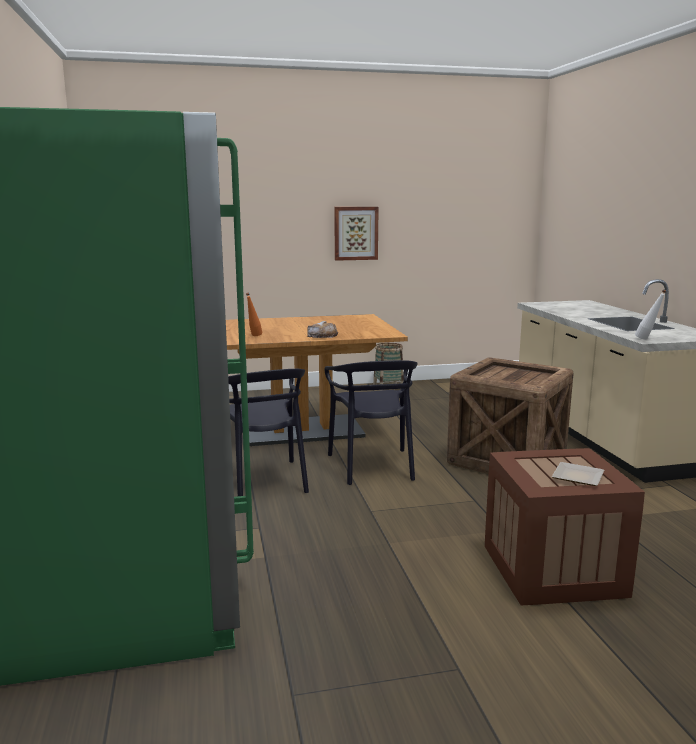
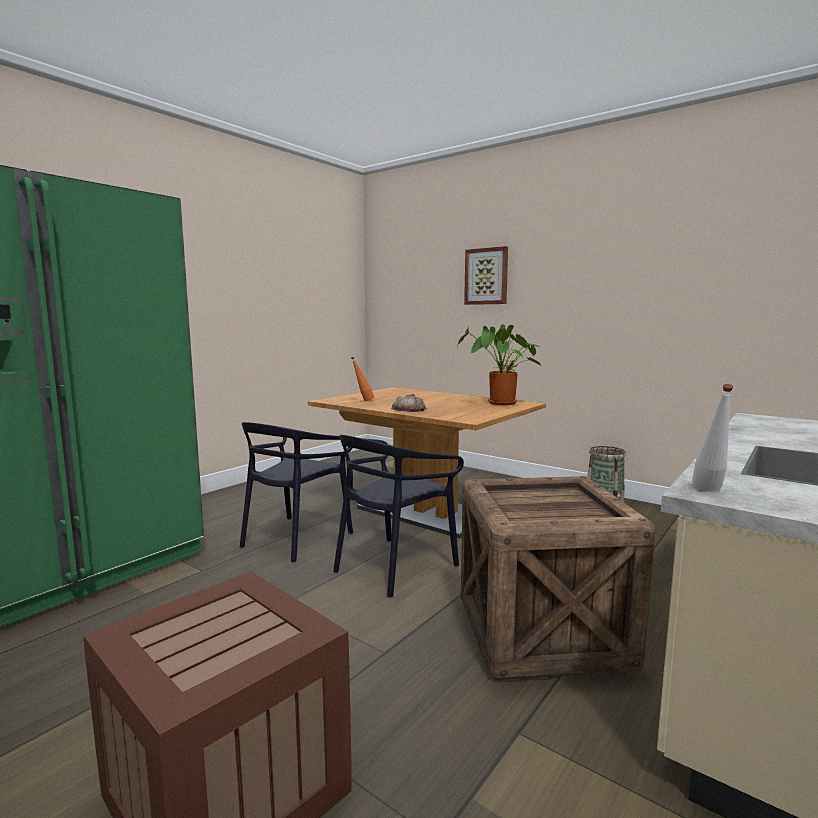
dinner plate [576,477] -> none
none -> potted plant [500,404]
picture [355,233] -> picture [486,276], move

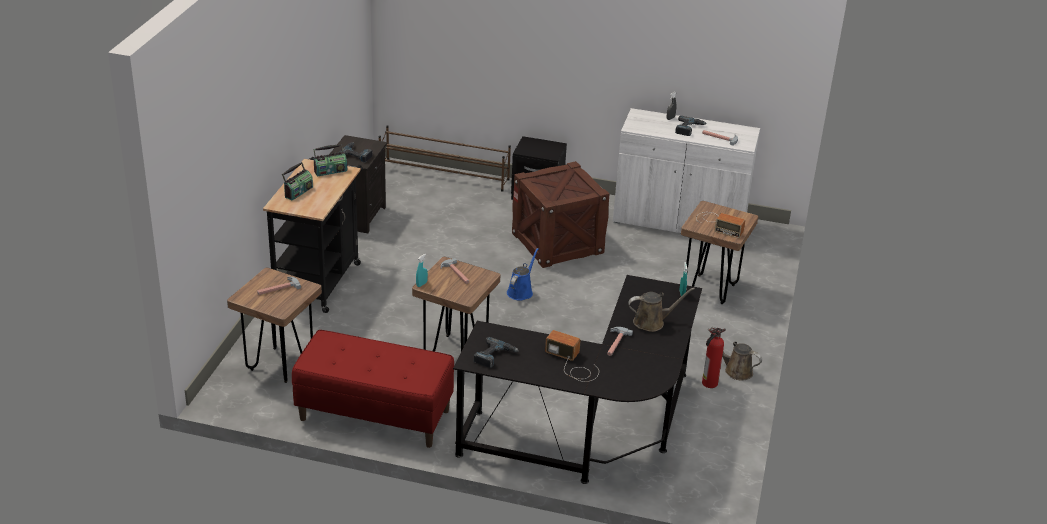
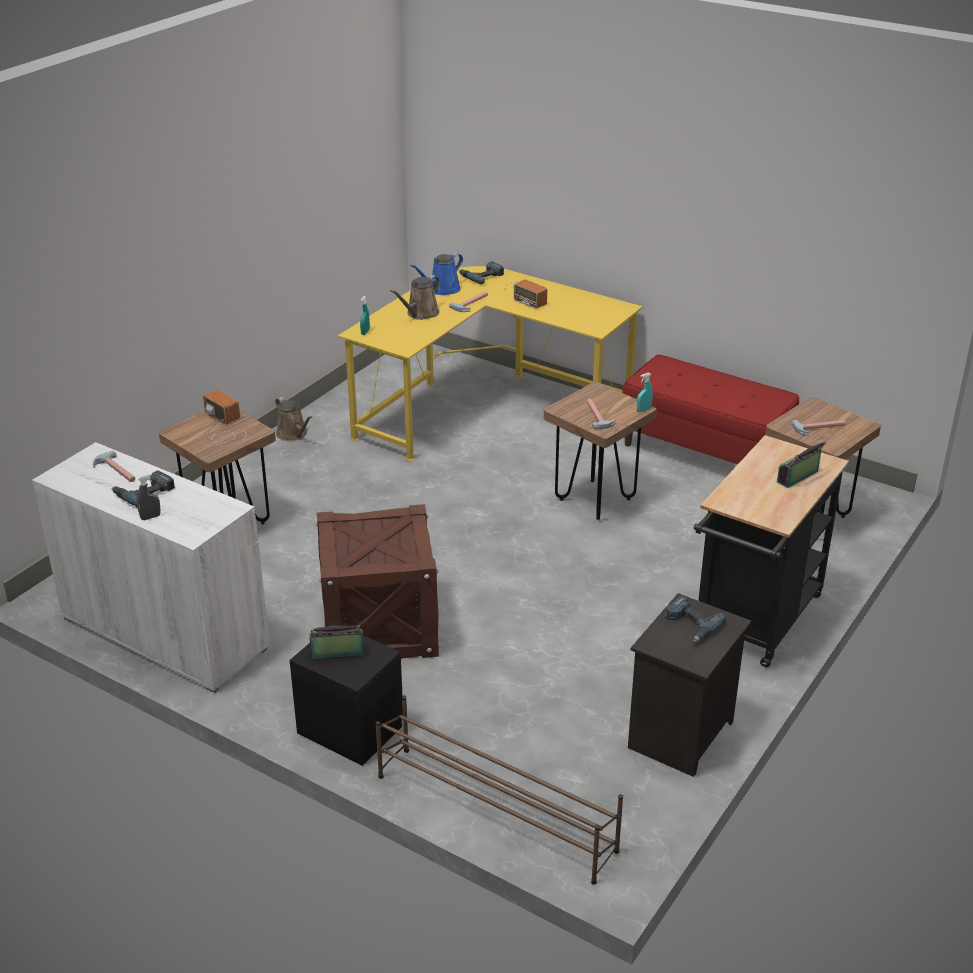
extinguisher [709,383] -> none
radio set [330,171] -> radio set [337,653], move
drill [494,356] -> drill [481,276], move
watering can (bluish) [521,291] -> watering can (bluish) [442,290], move
desk (black) [592,431] -> desk (yellow) [486,408]
watering can (brownish) [652,322] -> watering can (brownish) [420,314], 60 degrees counterclockwise

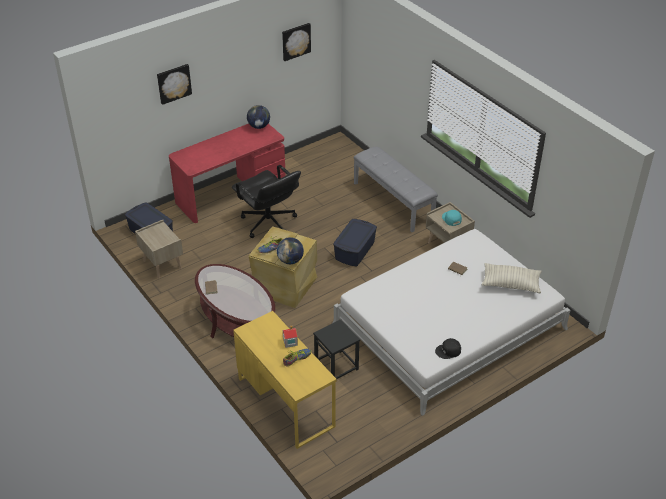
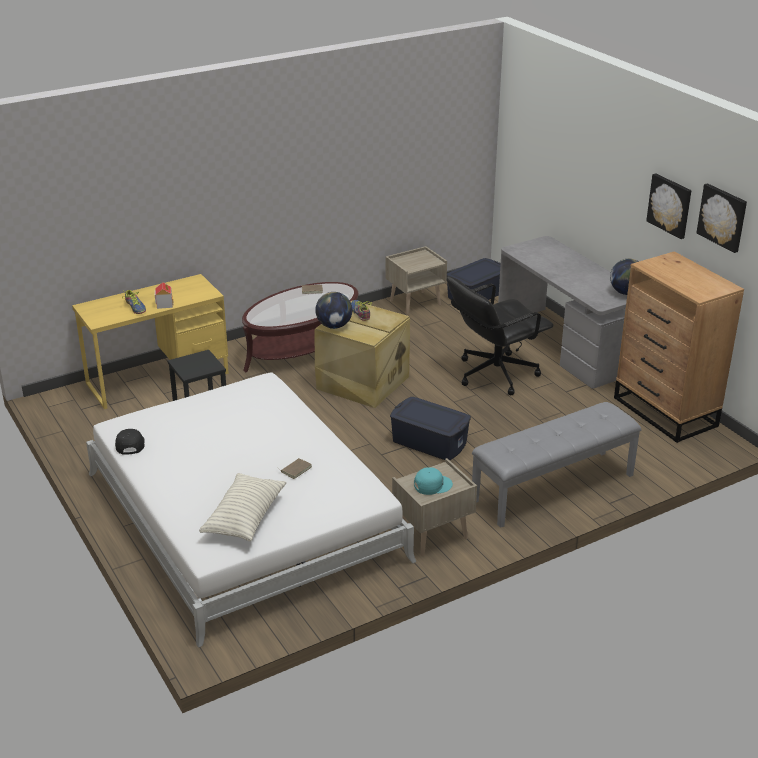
none -> dresser (brownish) [665,412]
picture [173,83] -> picture [670,205], move
desk (reddish) [231,193] -> desk (grey) [565,346]

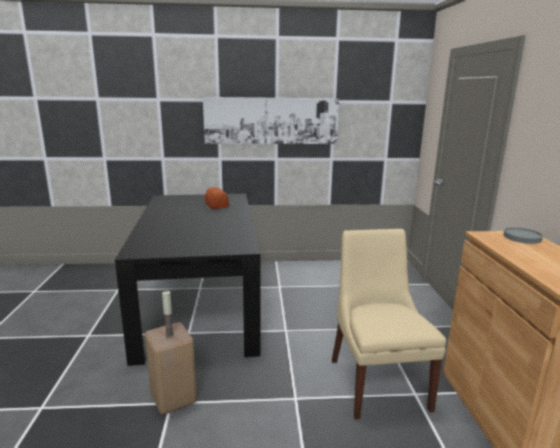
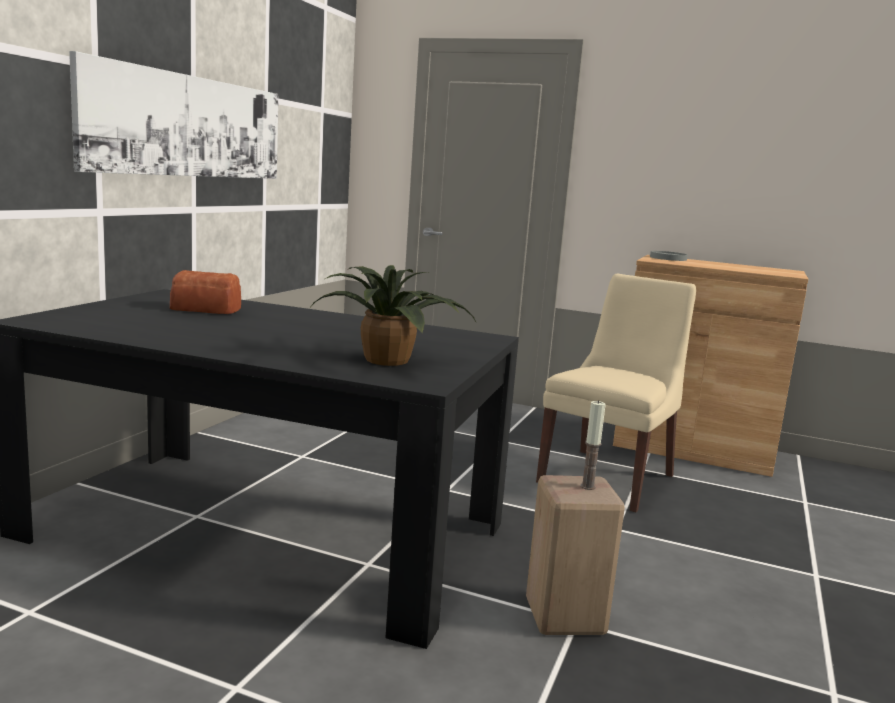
none -> potted plant [390,360]
upright chair (beige-coloured) [377,381] -> upright chair (beige-coloured) [609,477], 105 degrees clockwise

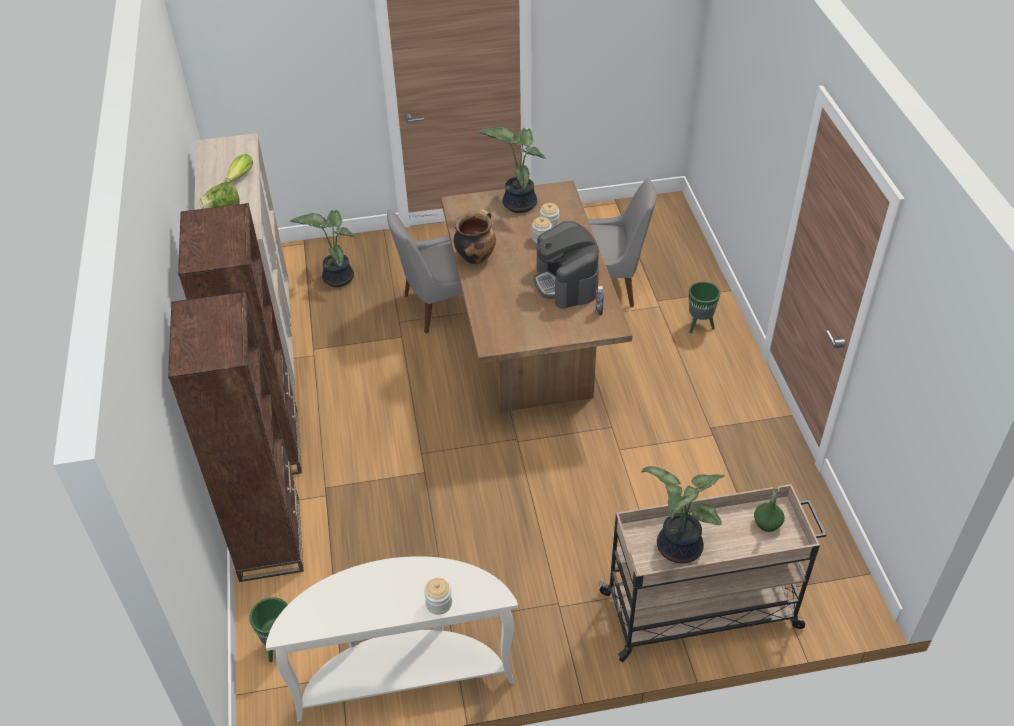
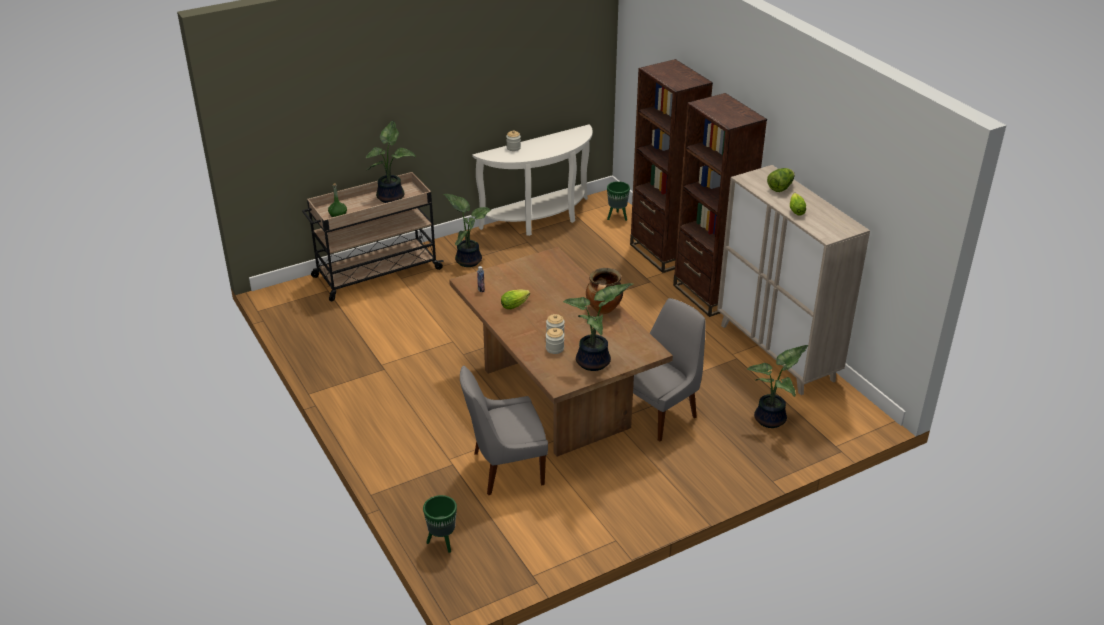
none -> potted plant [468,260]
plant pot (green-coloured) [699,326] -> plant pot (green-coloured) [442,542], move
coffee brewer [566,283] -> lettuce head [516,304]

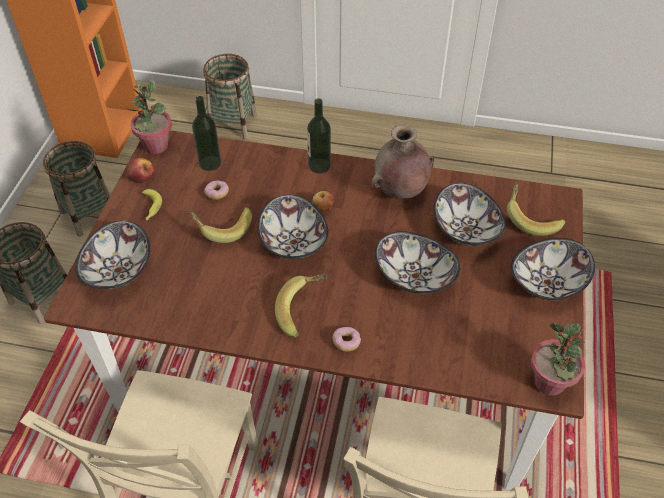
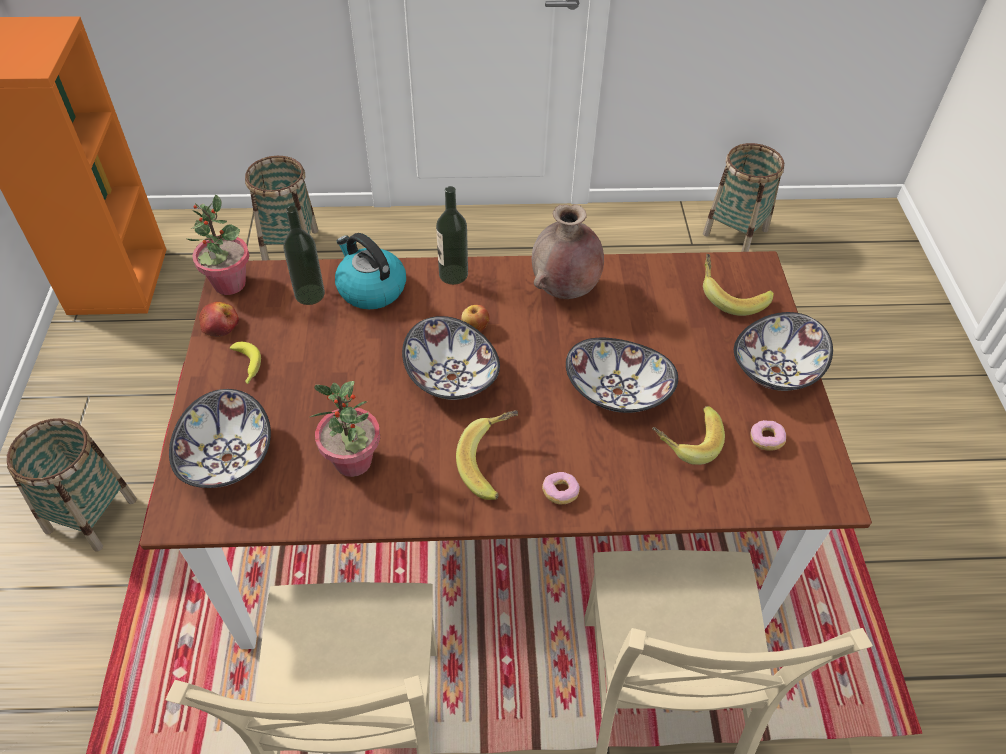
bowl [467,230] -> none
none -> kettle [370,289]
basket [89,214] -> basket [735,232], move
banana fruit [222,228] -> banana fruit [684,442], move
ring doughnut [217,193] -> ring doughnut [766,440], move
potted plant [549,382] -> potted plant [353,461], move

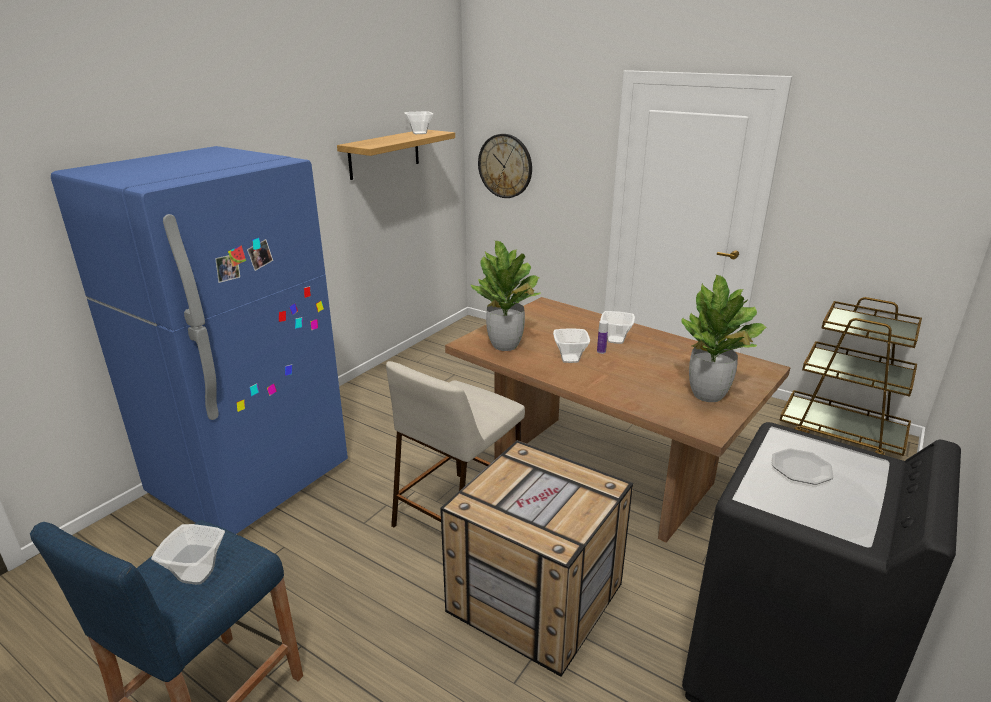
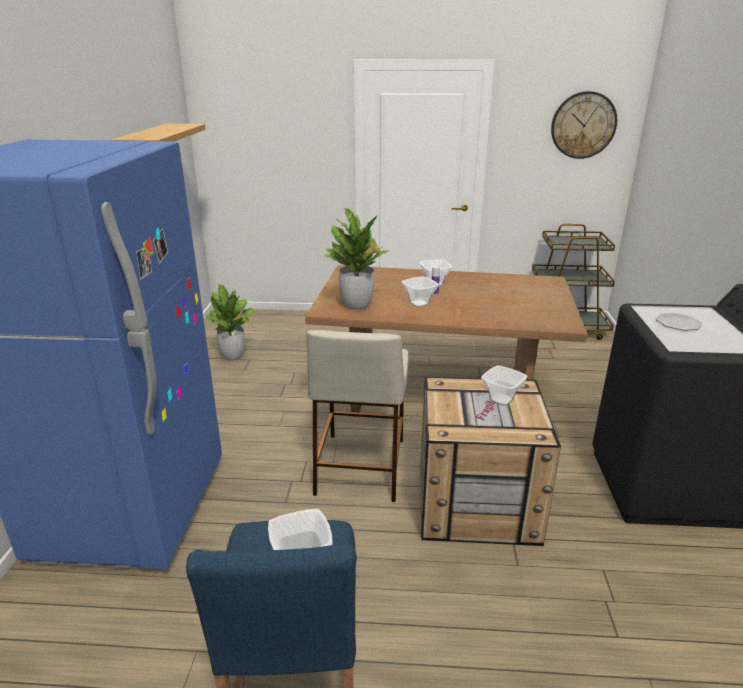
bowl [420,133] -> bowl [502,400], move
clock on the wall [505,166] -> clock on the wall [583,125], move
potted plant [708,395] -> potted plant [233,356], move

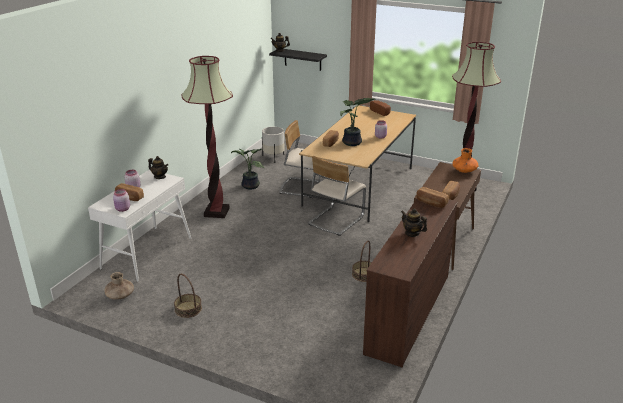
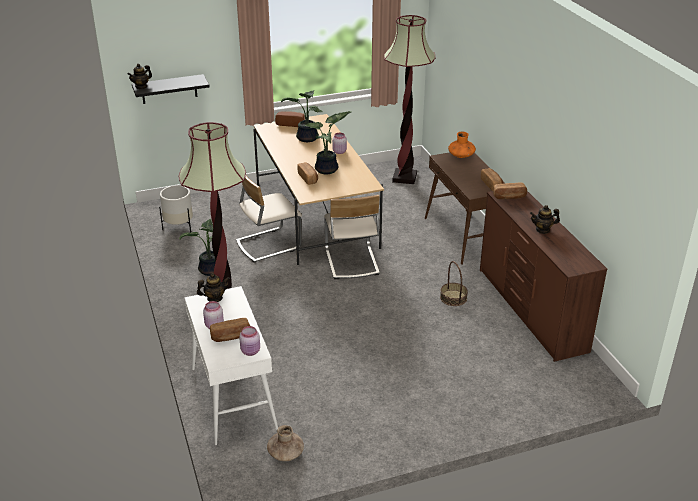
basket [188,309] -> none
none -> potted plant [306,139]

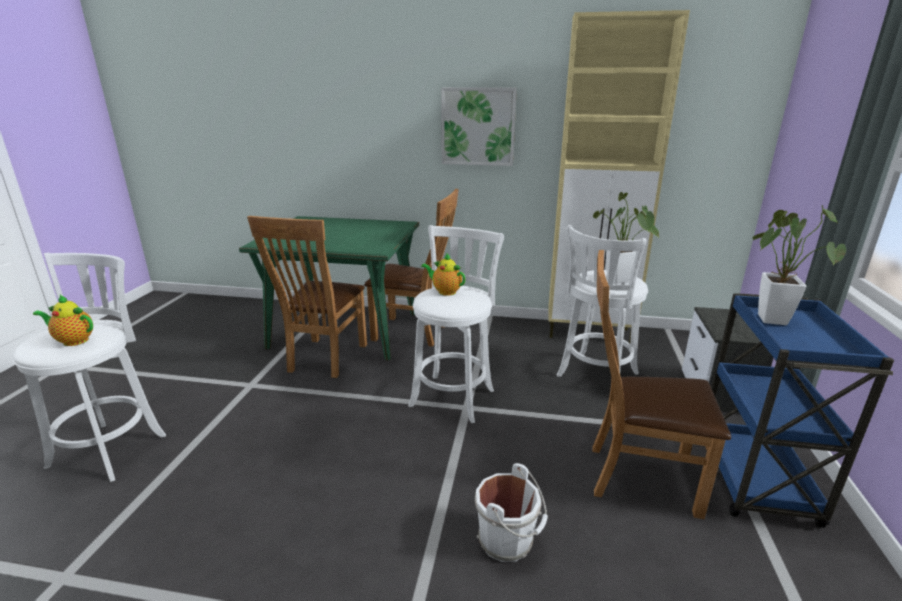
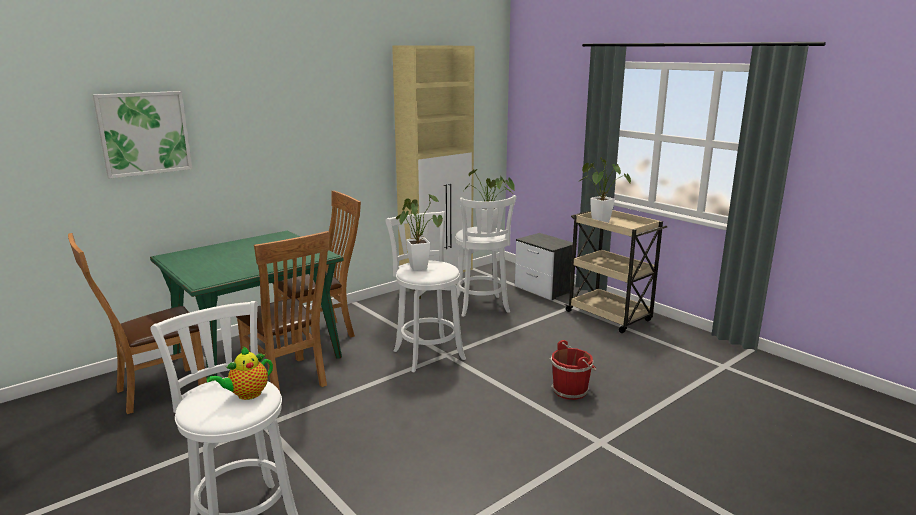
picture [478,126] -> picture [144,133], move
upright chair (brownish) [635,476] -> upright chair (brownish) [155,391], move
teapot [445,291] -> potted plant [417,266]
water bucket (white) [508,541] -> water bucket (reddish) [571,390]
trolley (bluish) [755,480] -> trolley (beige-coloured) [609,317]

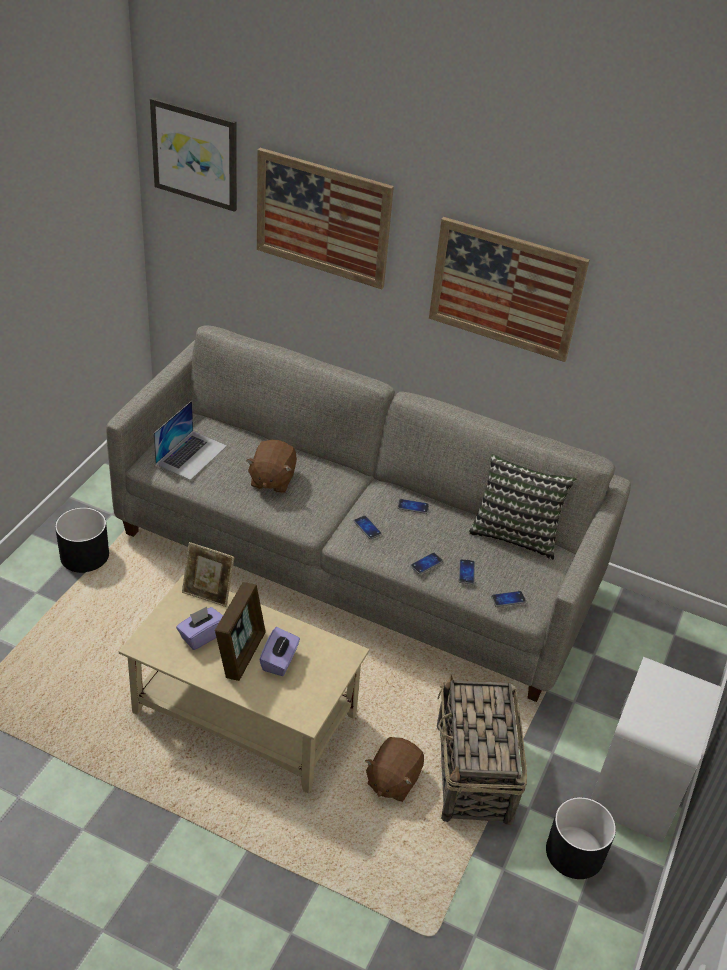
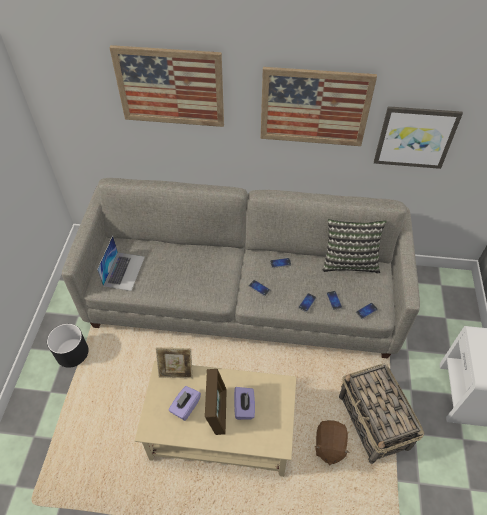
cuddly toy (brownish) [272,480] -> none
plant pot (black) [574,852] -> none
picture [195,154] -> picture [415,137], move

